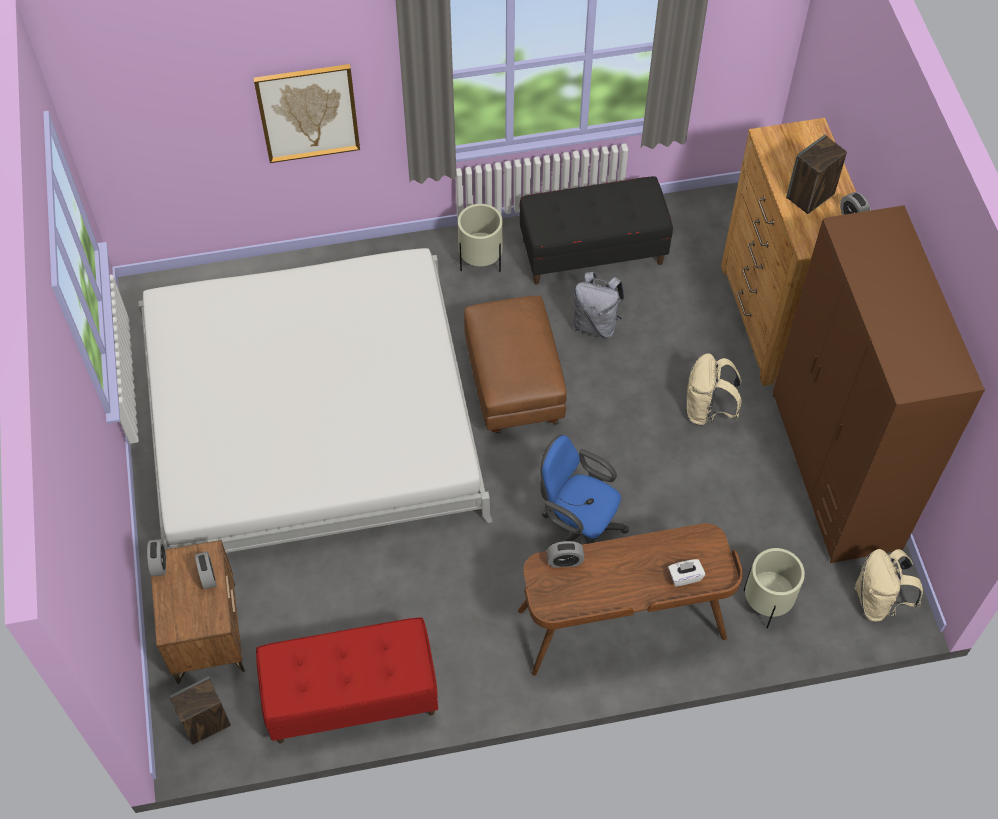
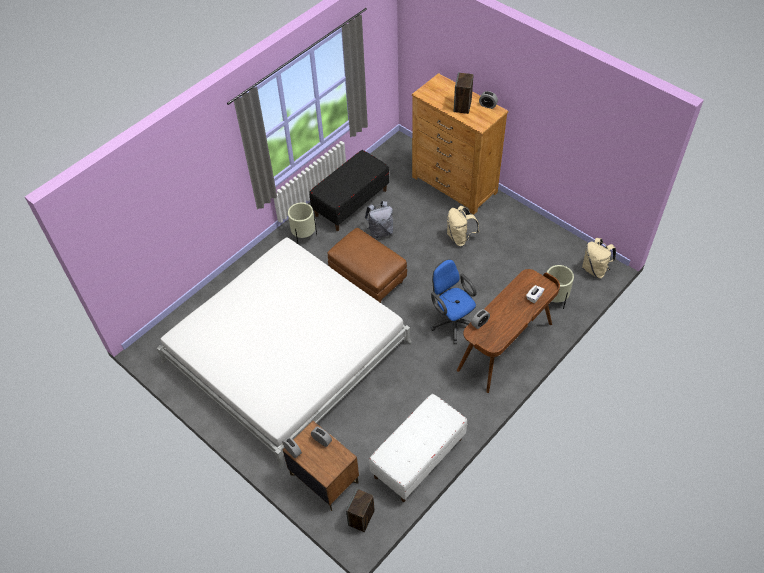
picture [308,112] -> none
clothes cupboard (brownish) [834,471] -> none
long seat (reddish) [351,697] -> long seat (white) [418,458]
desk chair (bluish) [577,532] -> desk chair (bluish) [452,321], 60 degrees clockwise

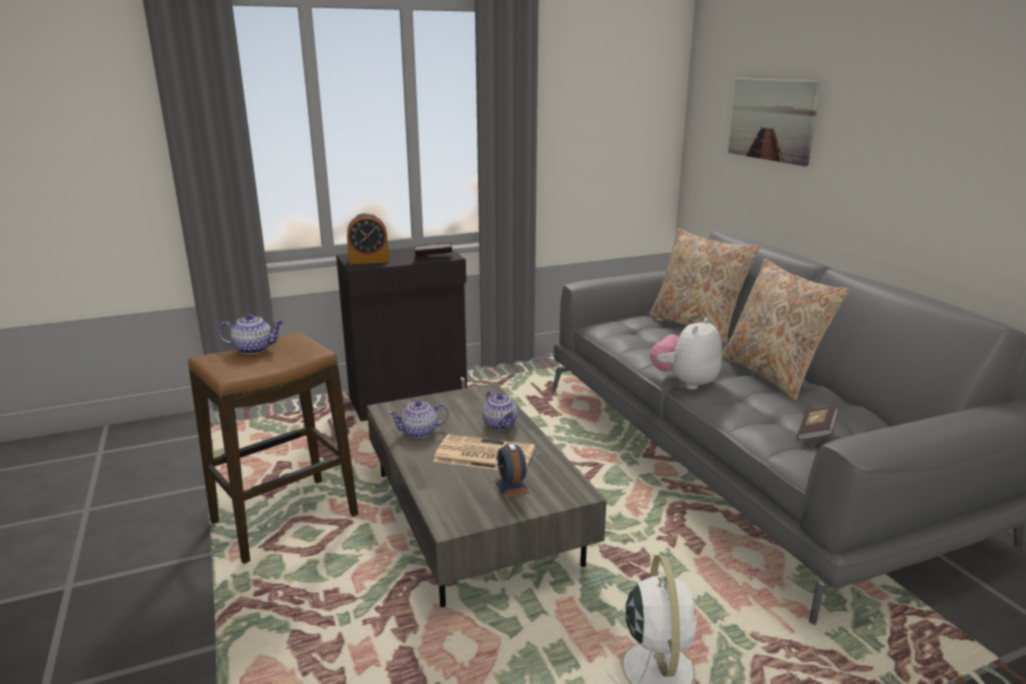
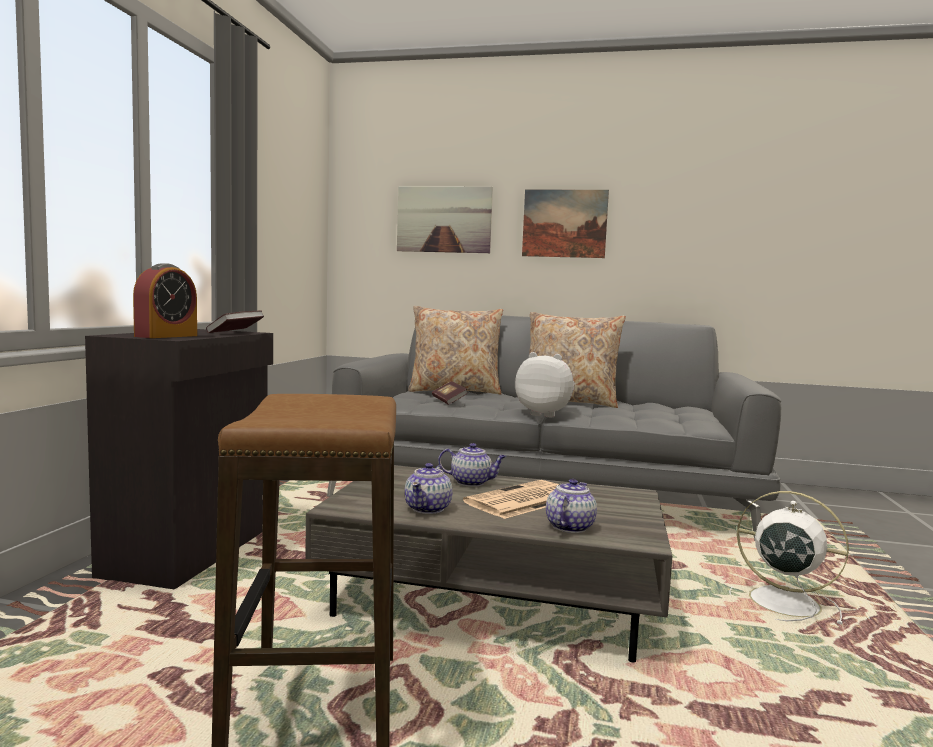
bedside clock [511,487] -> none
none -> picture [564,223]
teapot [254,349] -> teapot [569,526], move
volume [815,432] -> volume [449,401], move
cuddly toy [685,383] -> cuddly toy [545,414], 135 degrees clockwise

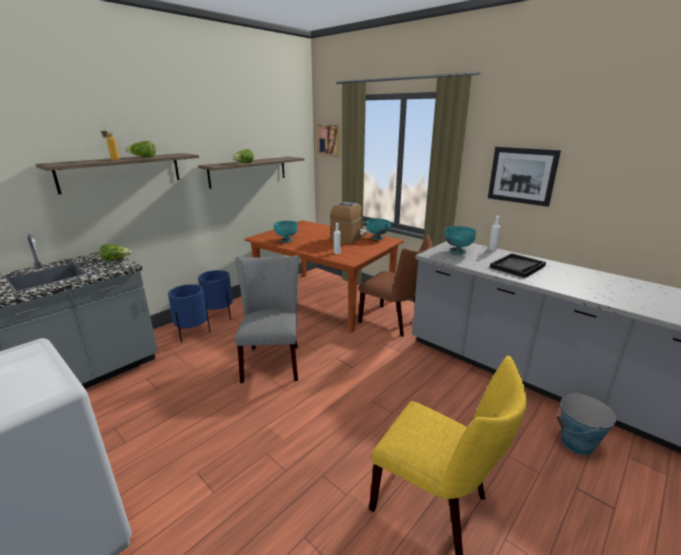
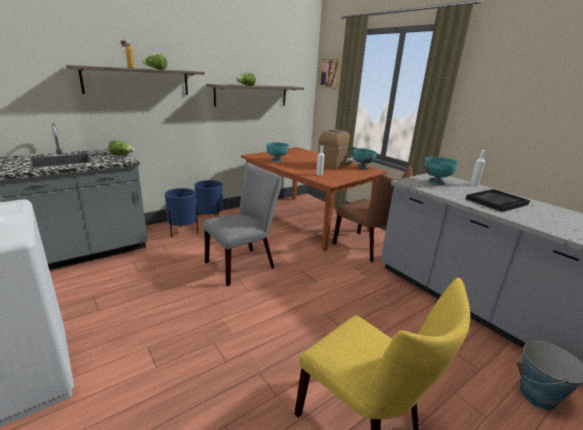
picture [521,175] -> none
upright chair (grey) [272,360] -> upright chair (grey) [244,264], 45 degrees clockwise

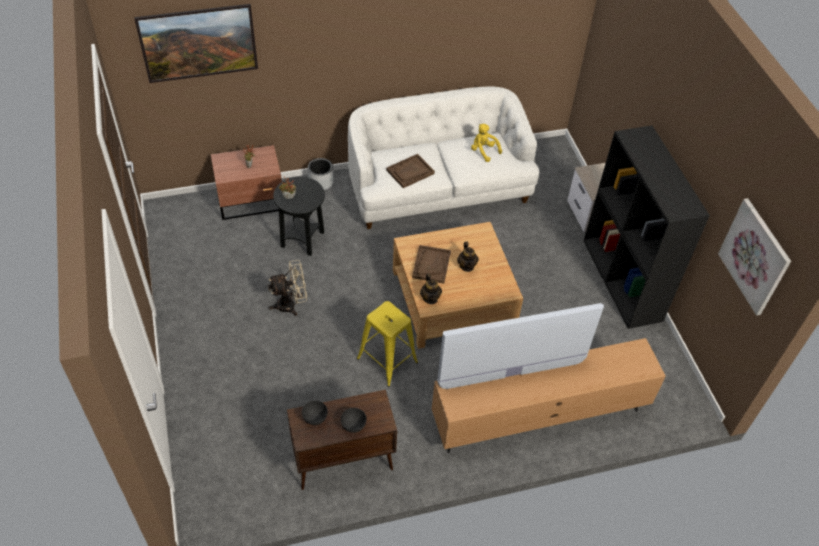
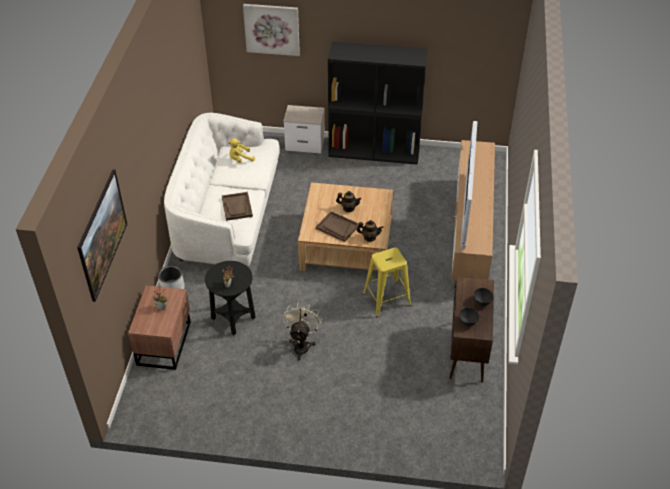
picture [755,256] -> picture [272,29], move

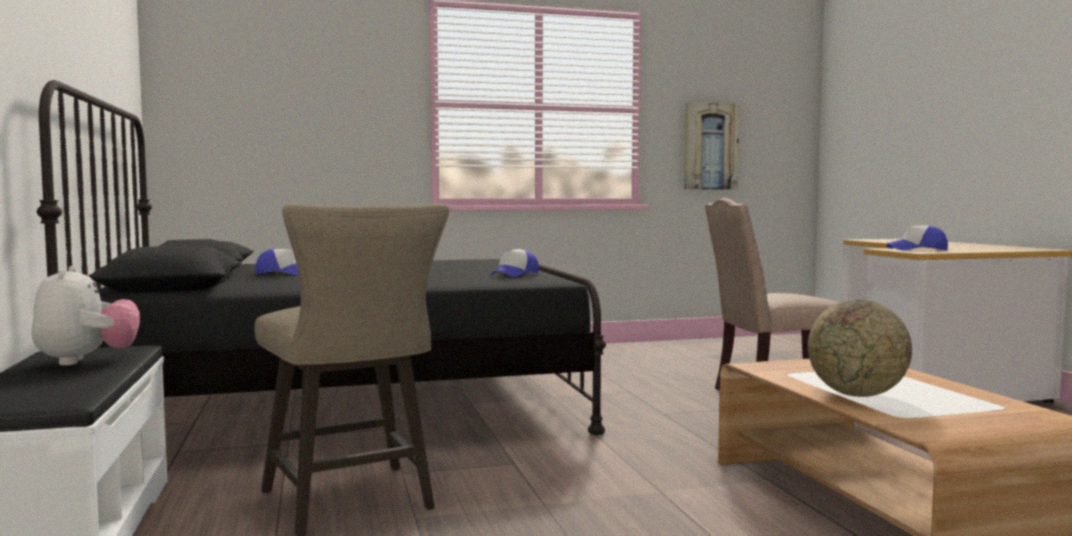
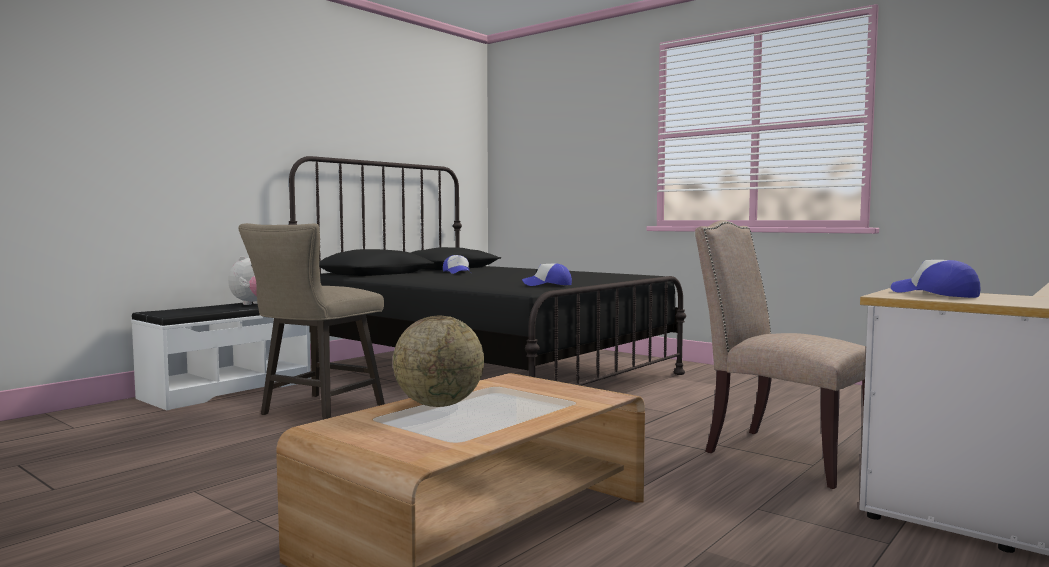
picture [710,146] -> none

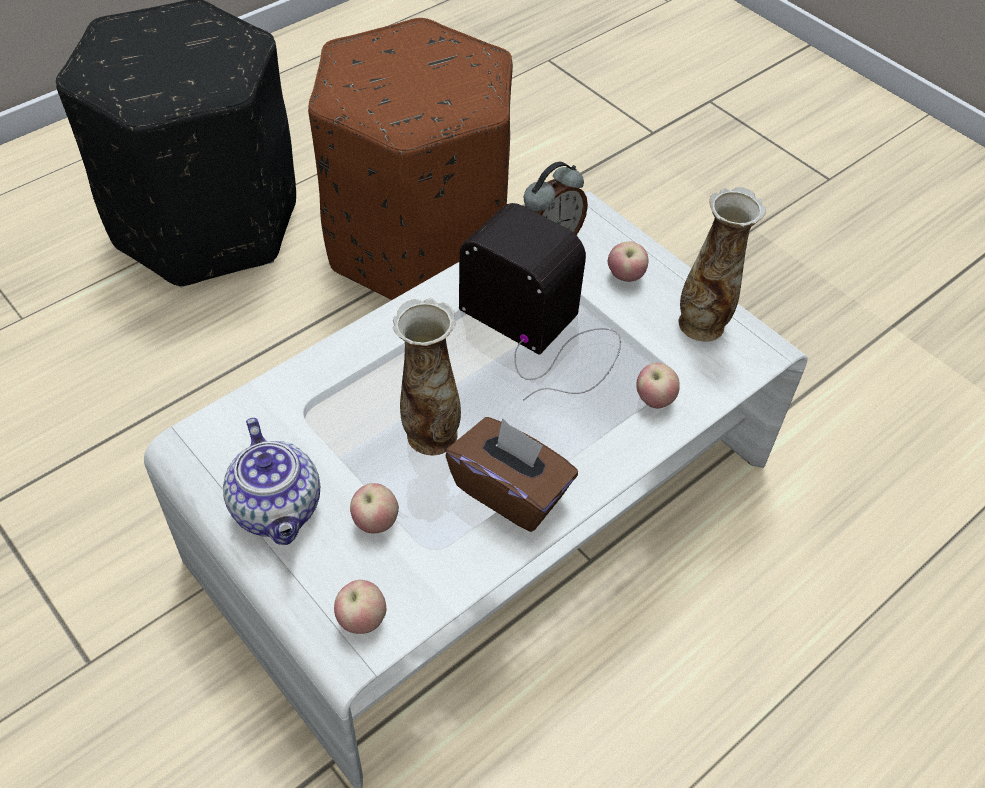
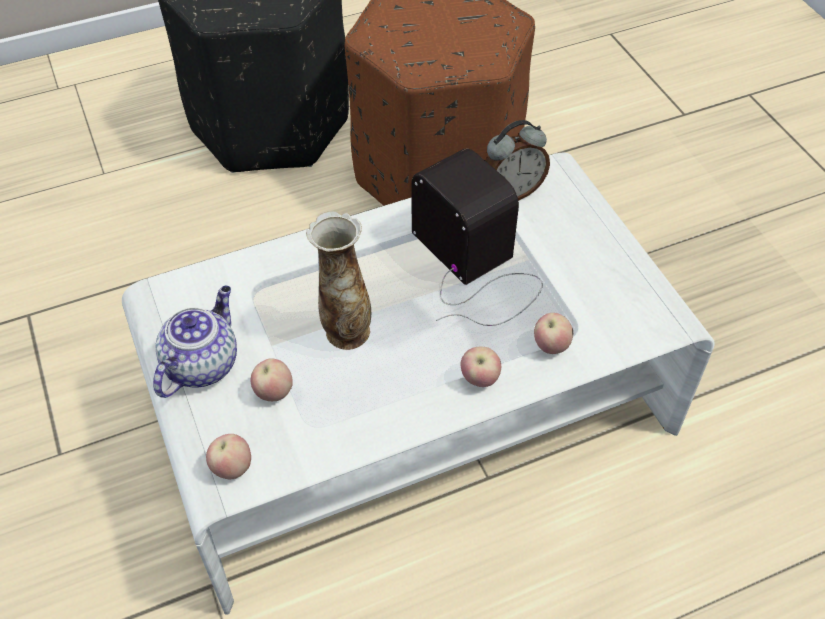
tissue box (brownish) [510,491] -> none
vase [702,324] -> none
apple [625,276] -> apple [479,379], move
teapot [278,510] -> teapot [202,363], 150 degrees counterclockwise

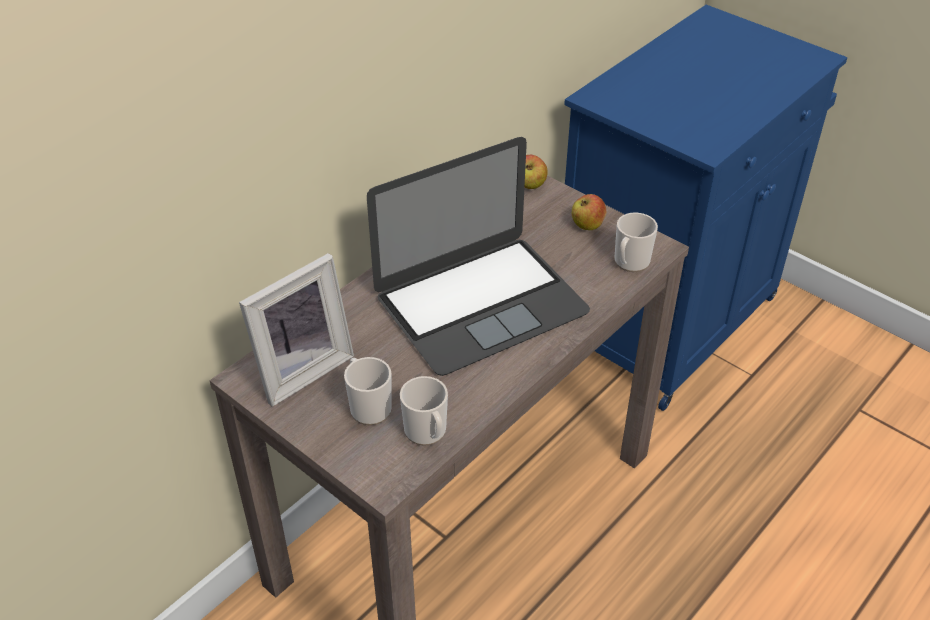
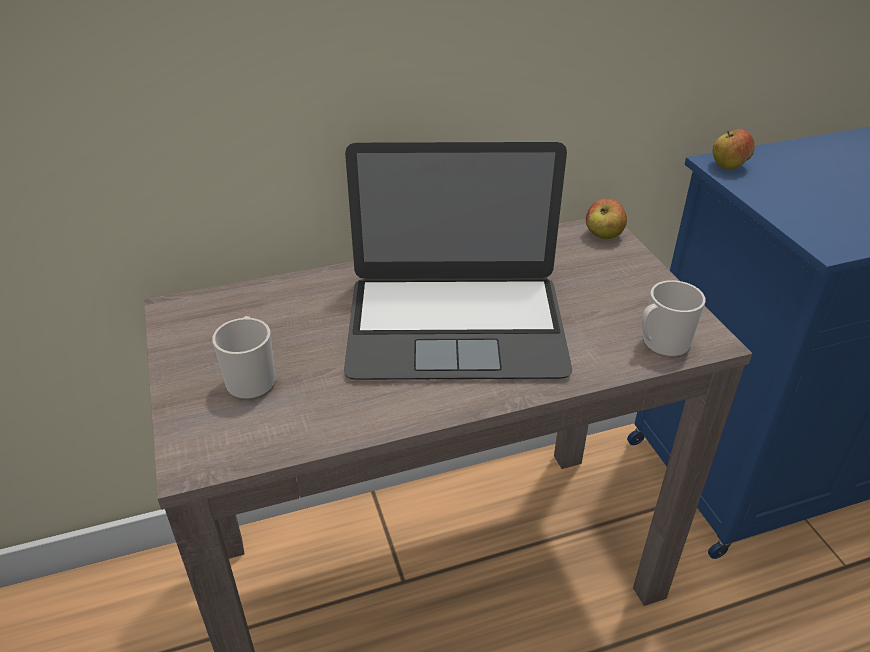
photo frame [300,369] -> none
mug [427,433] -> none
apple [587,225] -> apple [728,166], move

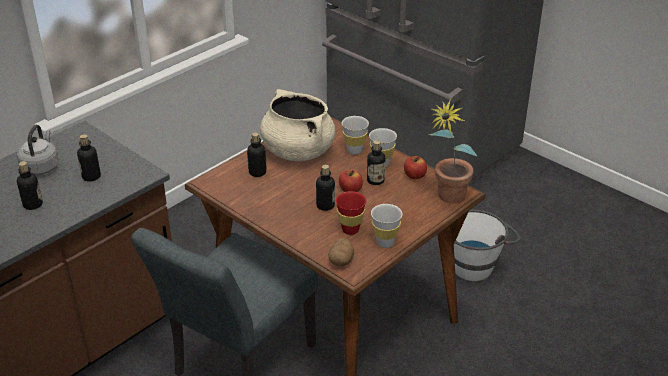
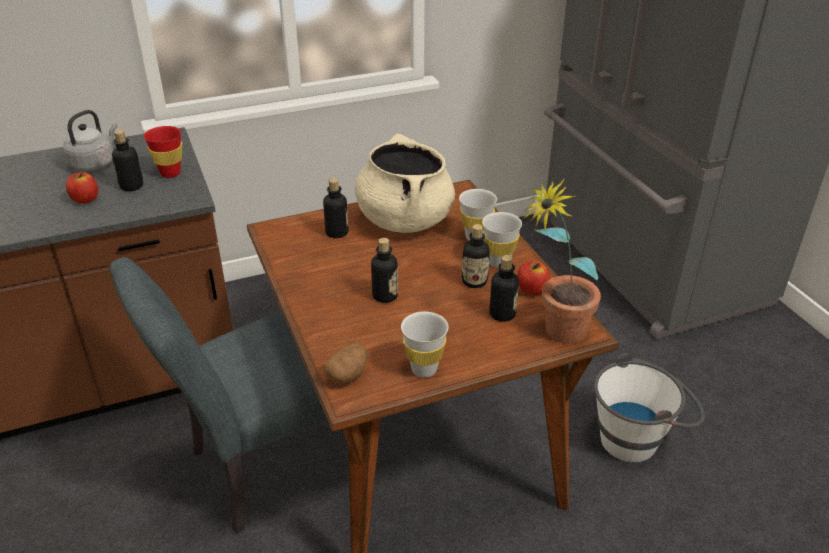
drink bottle [33,204] -> drink bottle [502,314], move
cup (reddish) [350,230] -> cup (reddish) [170,173], move
apple [350,190] -> apple [85,199], move

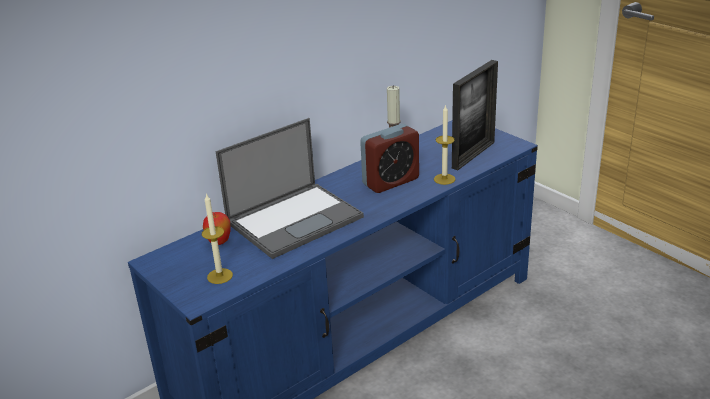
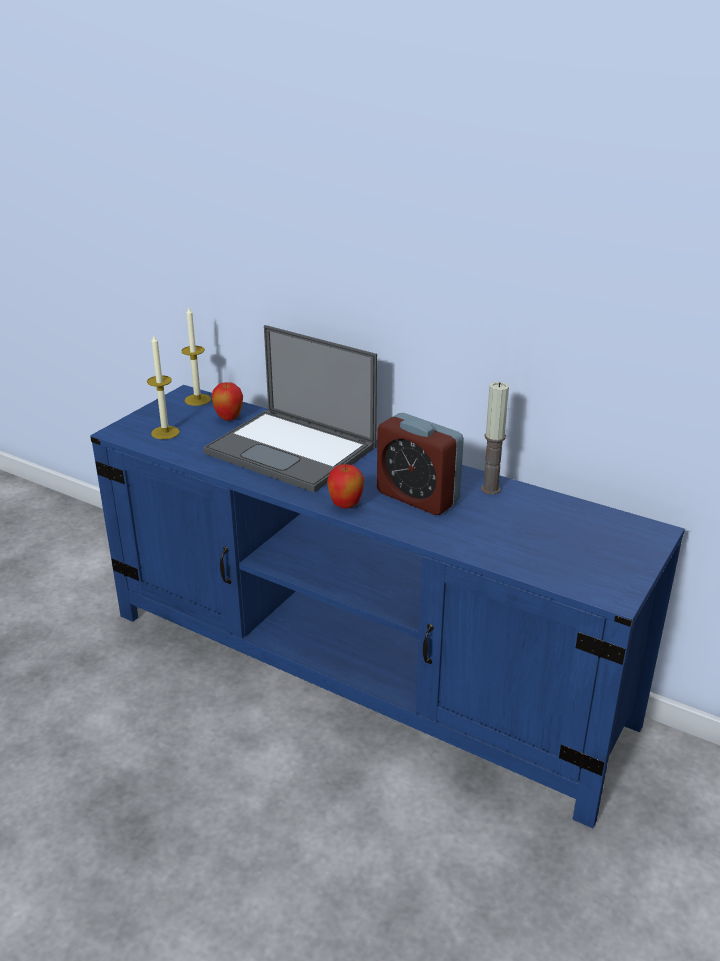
photo frame [473,155] -> none
none -> apple [345,505]
wax candle [444,179] -> wax candle [197,400], move

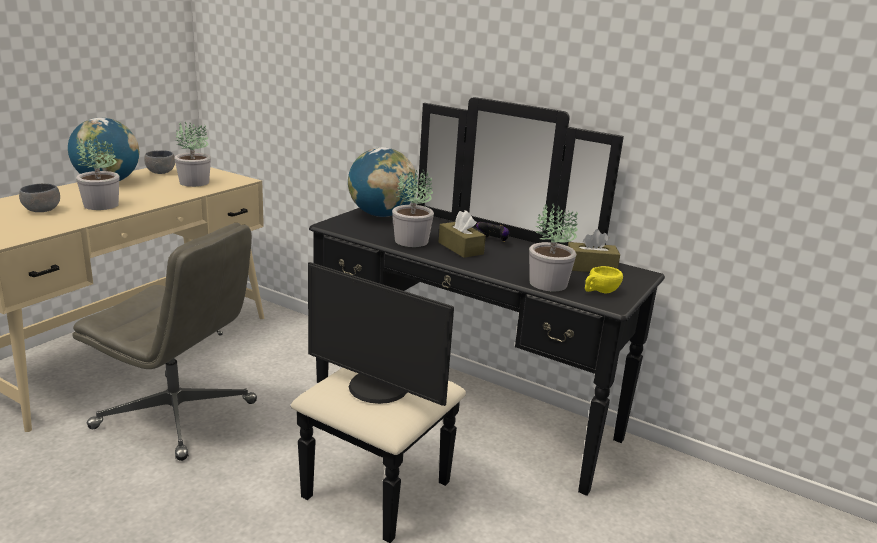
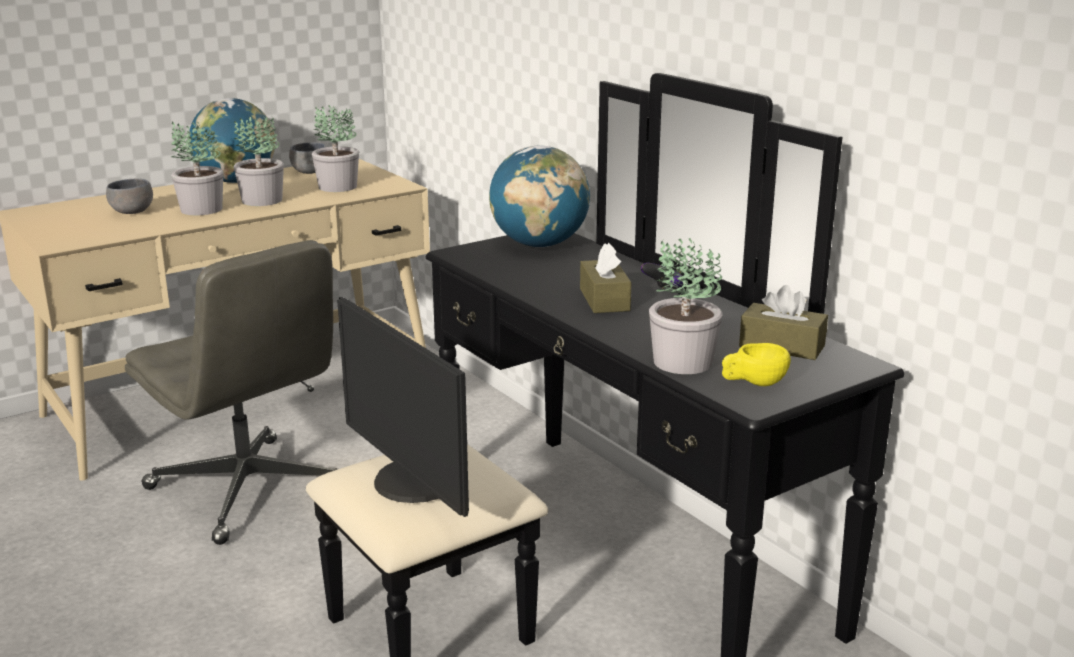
potted plant [412,241] -> potted plant [262,200], move

